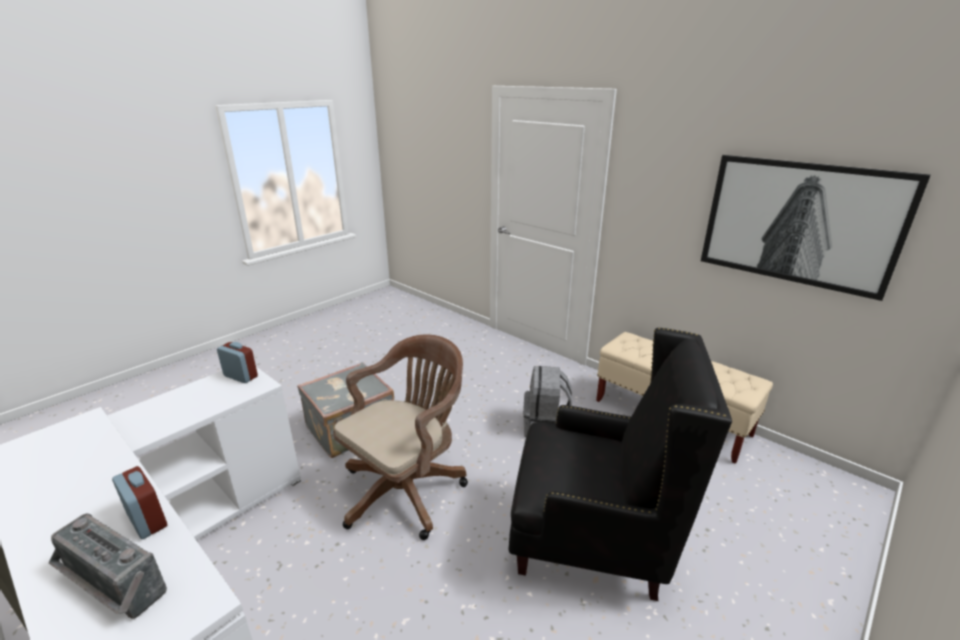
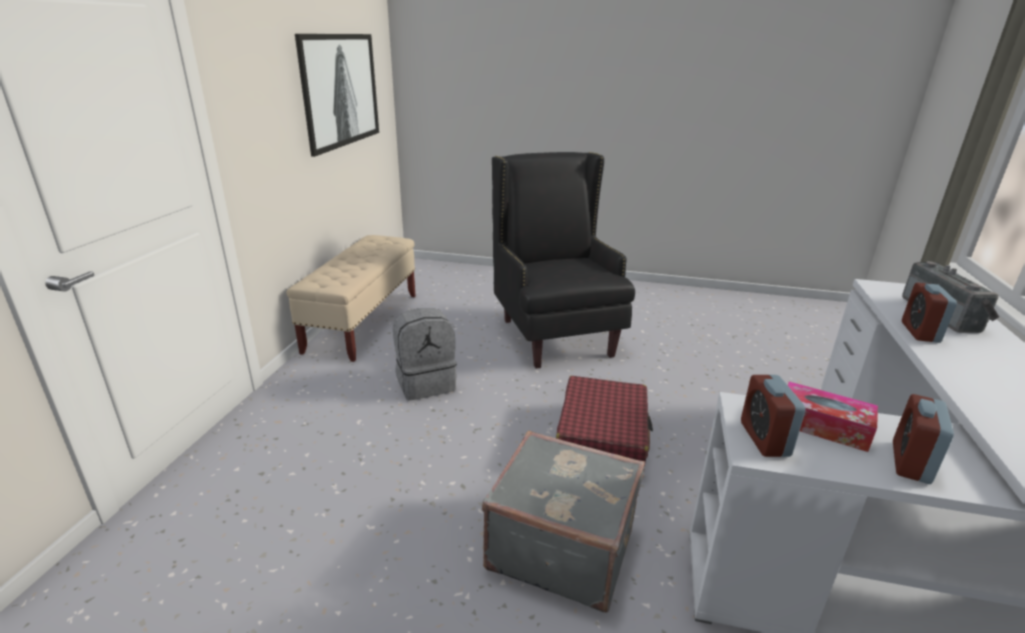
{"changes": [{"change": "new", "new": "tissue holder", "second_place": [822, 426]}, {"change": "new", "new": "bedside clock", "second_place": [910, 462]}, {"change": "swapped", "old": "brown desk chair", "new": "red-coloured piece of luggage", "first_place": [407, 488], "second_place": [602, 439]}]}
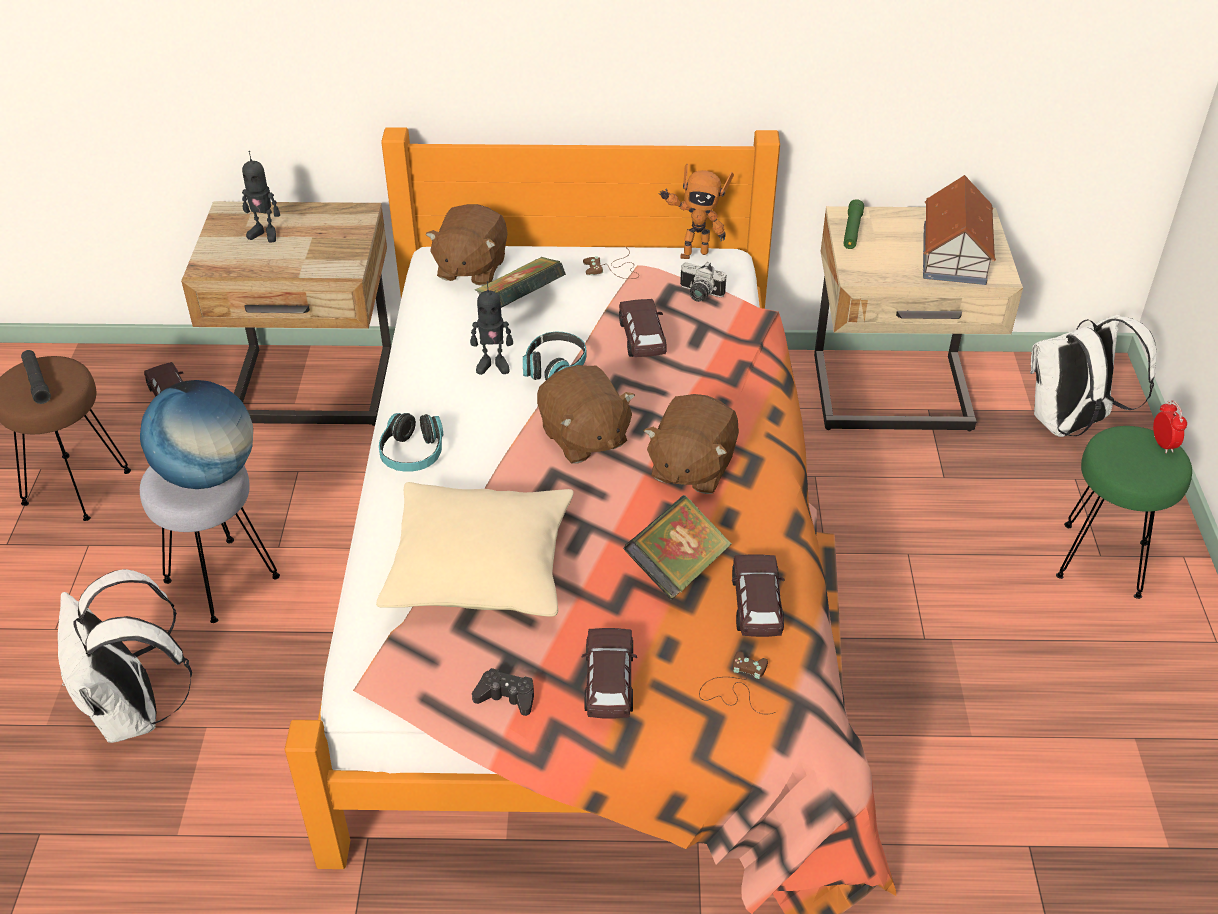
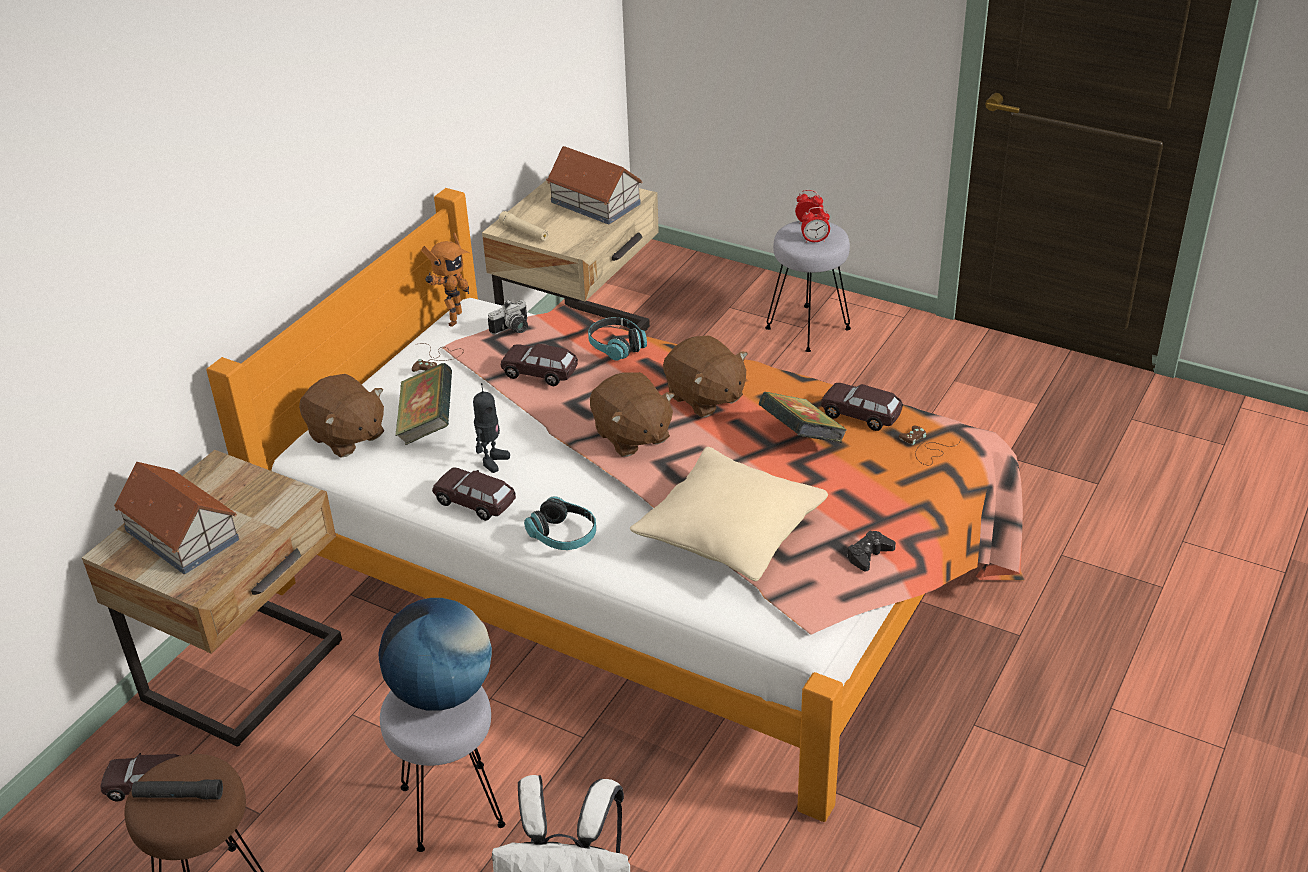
{"changes": [{"change": "gone", "old": "white knapsack", "first_place": [1069, 425]}, {"change": "new", "new": "bedside clock", "second_place": [815, 240]}, {"change": "shifted", "old": "pair of headphones", "first_place": [555, 367], "second_place": [616, 346]}, {"change": "shifted", "old": "brown model car", "first_place": [609, 683], "second_place": [475, 503]}, {"change": "swapped", "old": "toy robot", "new": "toy house", "first_place": [265, 234], "second_place": [182, 534]}, {"change": "repainted", "old": "greenish flashlight", "new": "beige flashlight", "first_place": [852, 231], "second_place": [524, 232]}, {"change": "repainted", "old": "greenish sitting stool", "new": "grey sitting stool", "first_place": [1103, 560], "second_place": [808, 328]}, {"change": "rotated", "old": "brown soft toy", "first_place": [583, 438], "second_place": [631, 436], "degrees": 60}]}
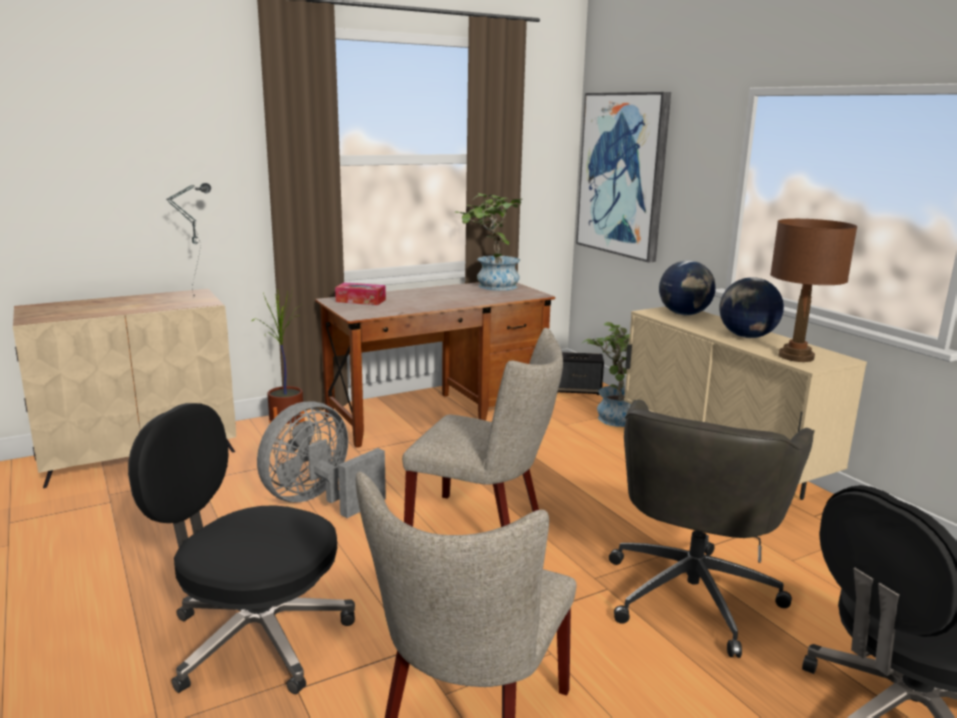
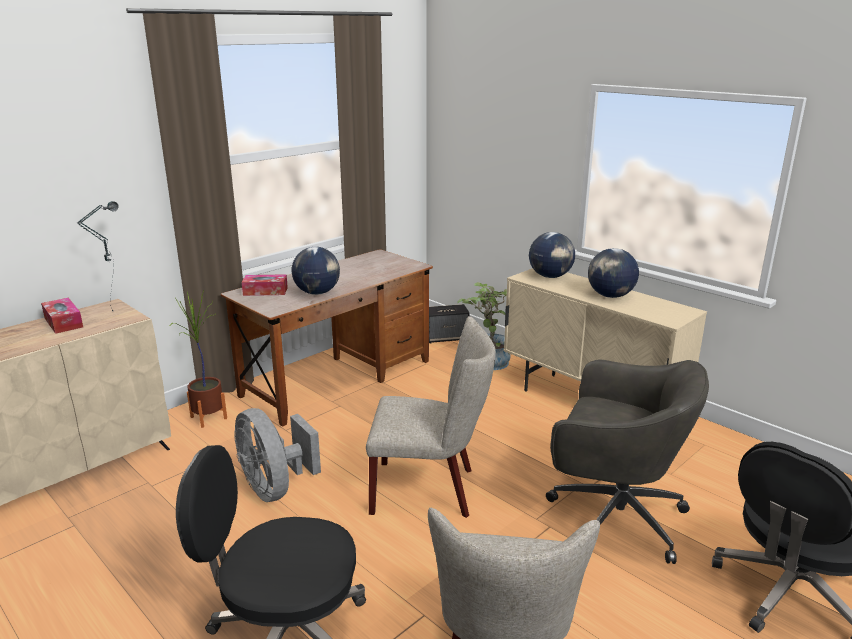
{"changes": [{"change": "gone", "old": "houseplant", "first_place": [491, 286]}, {"change": "gone", "old": "wall art", "first_place": [623, 174]}, {"change": "gone", "old": "brown table lamp", "first_place": [795, 356]}, {"change": "new", "new": "tissue holder", "second_place": [63, 322]}, {"change": "new", "new": "desk globe", "second_place": [317, 293]}, {"change": "rotated", "old": "grey cooling fan", "first_place": [318, 500], "second_place": [275, 487], "degrees": -60}, {"change": "rotated", "old": "grey desk chair", "first_place": [692, 592], "second_place": [613, 517], "degrees": -75}]}
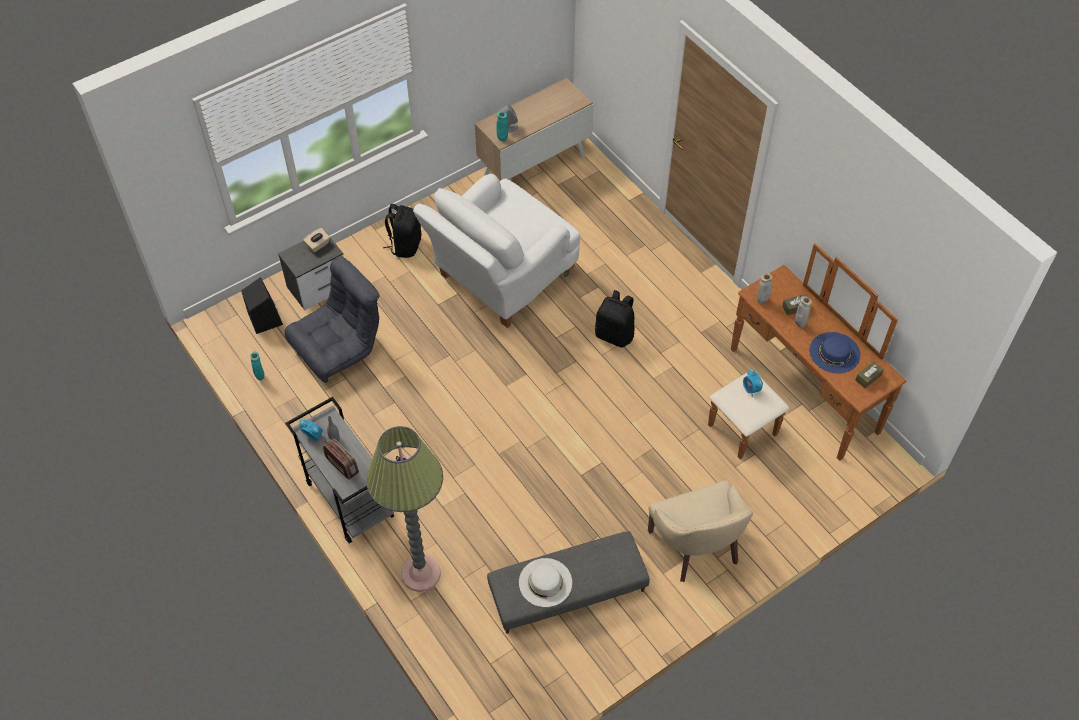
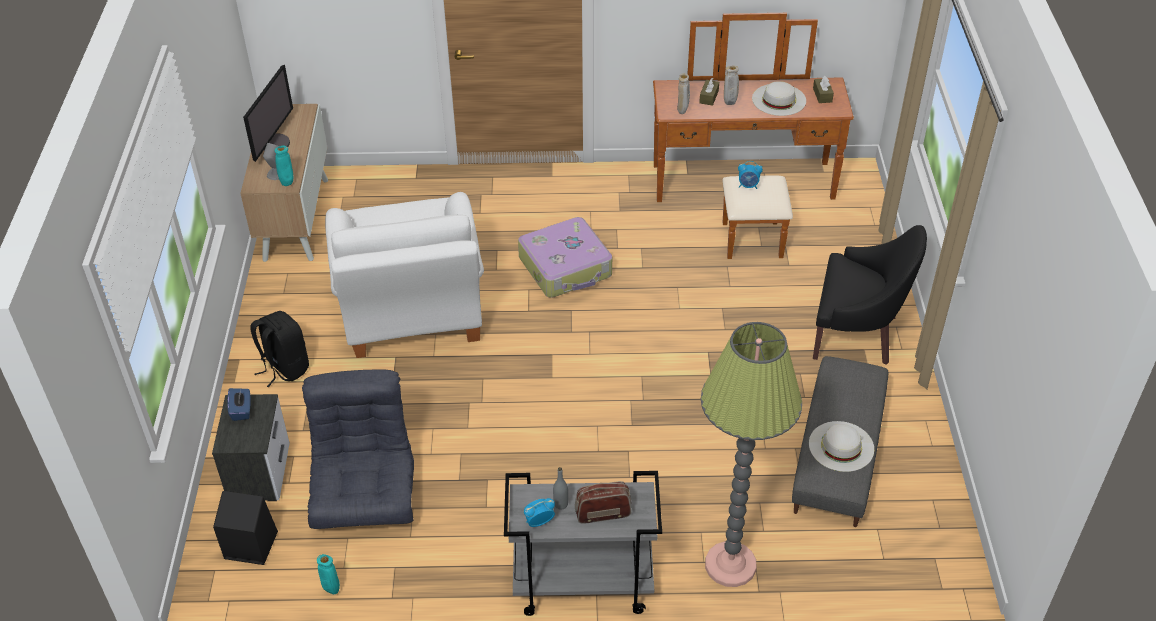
{"changes": [{"change": "new", "new": "computer display", "second_place": [274, 143]}, {"change": "swapped", "old": "black knapsack", "new": "piece of luggage", "first_place": [615, 334], "second_place": [566, 267]}, {"change": "repainted", "old": "beige tissue holder", "new": "blue tissue holder", "first_place": [318, 245], "second_place": [241, 410]}, {"change": "repainted", "old": "beige easy chair", "new": "black easy chair", "first_place": [697, 546], "second_place": [856, 334]}, {"change": "repainted", "old": "blue hat", "new": "white hat", "first_place": [834, 352], "second_place": [779, 99]}]}
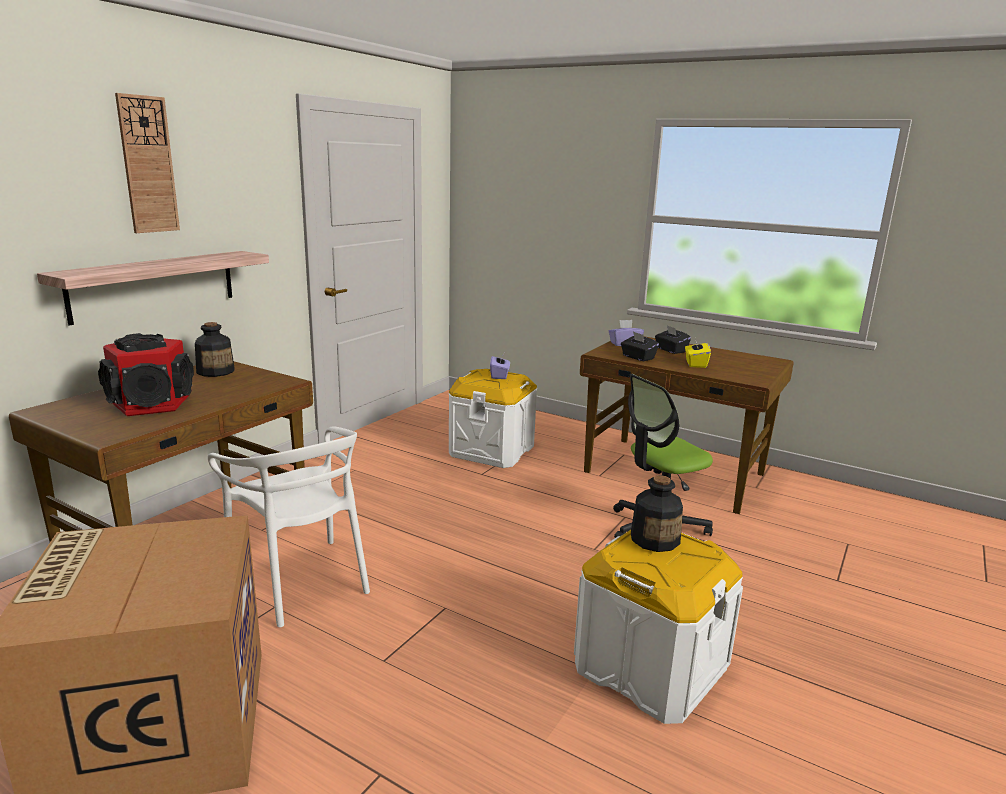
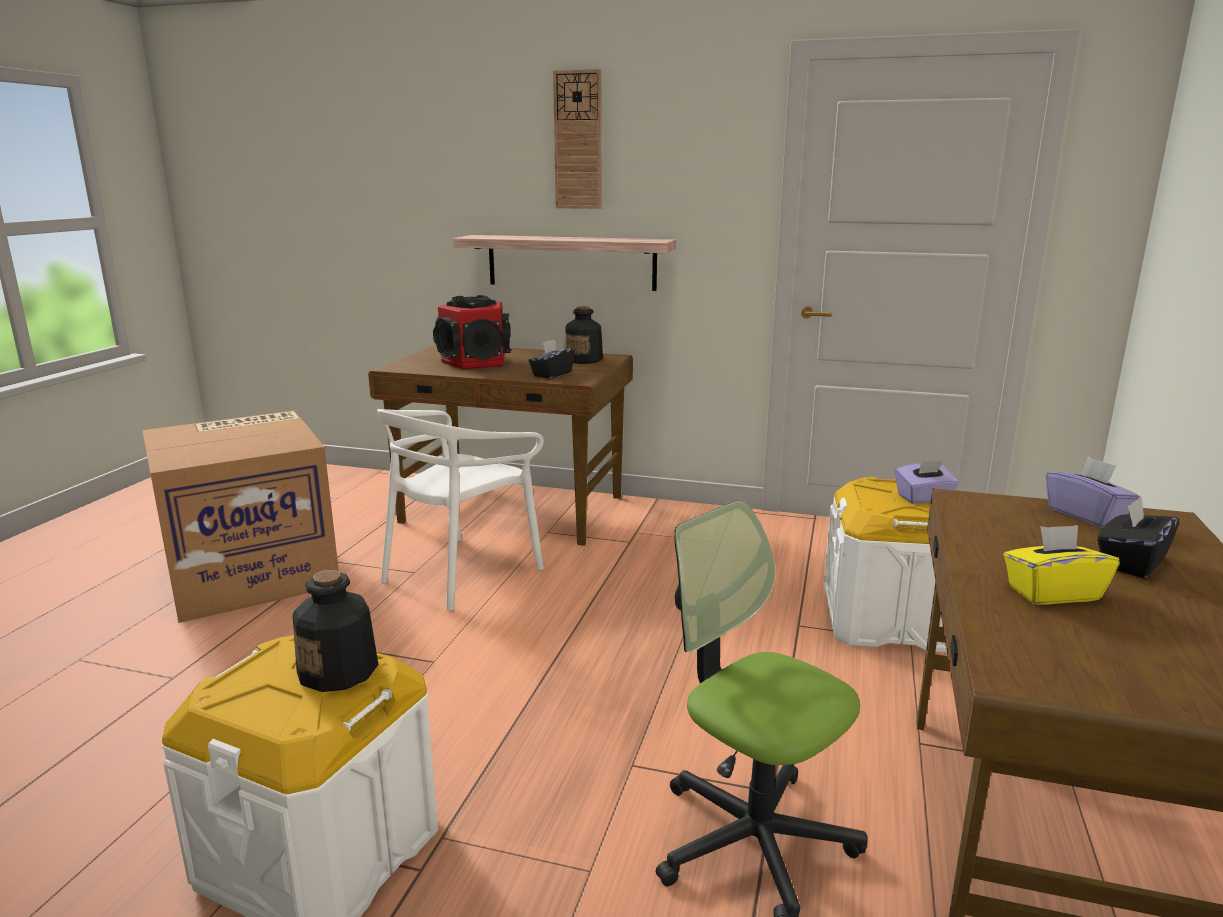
{"changes": [{"change": "shifted", "old": "black tissue holder", "first_place": [638, 357], "second_place": [552, 374]}]}
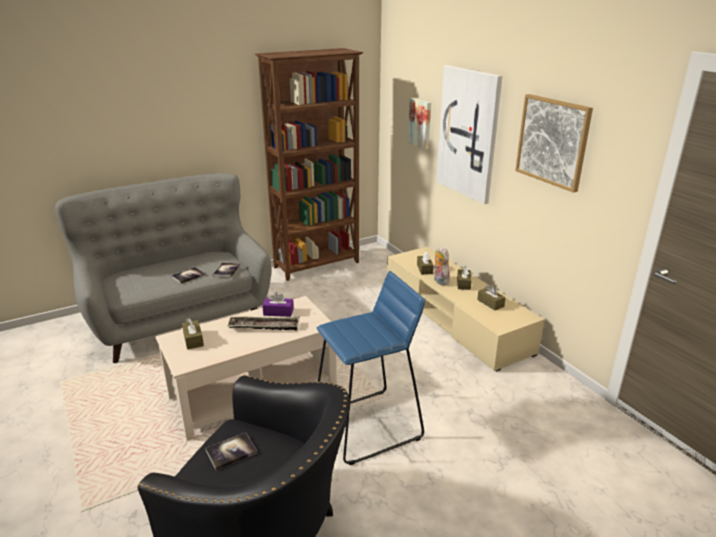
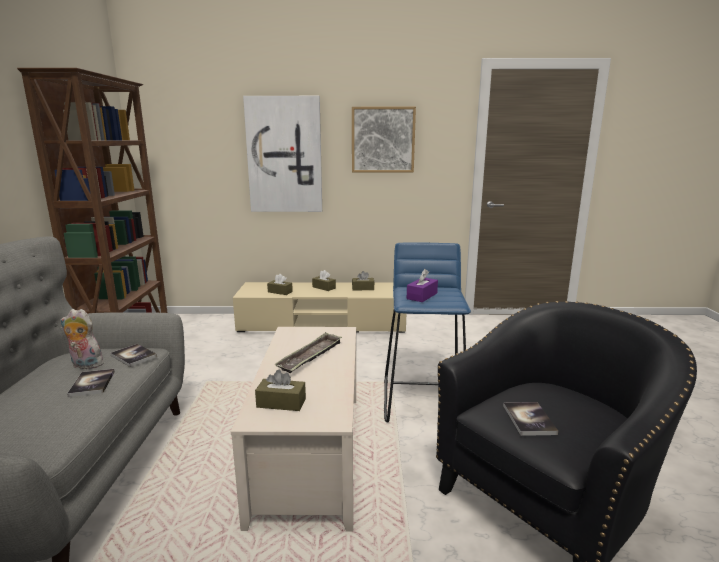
{"changes": [{"change": "gone", "old": "wall art", "first_place": [421, 123]}, {"change": "shifted", "old": "purple tissue holder", "first_place": [278, 312], "second_place": [422, 296]}, {"change": "shifted", "old": "soft toy", "first_place": [439, 281], "second_place": [85, 365]}]}
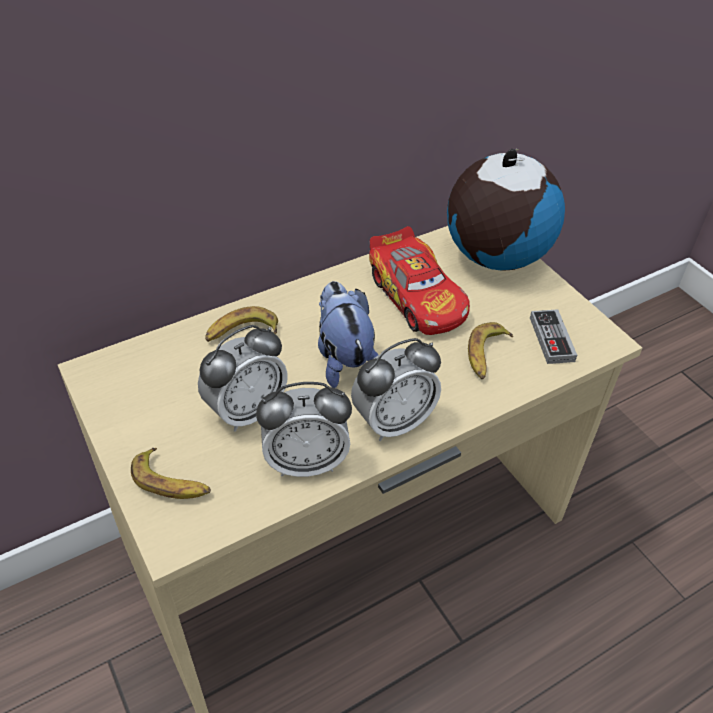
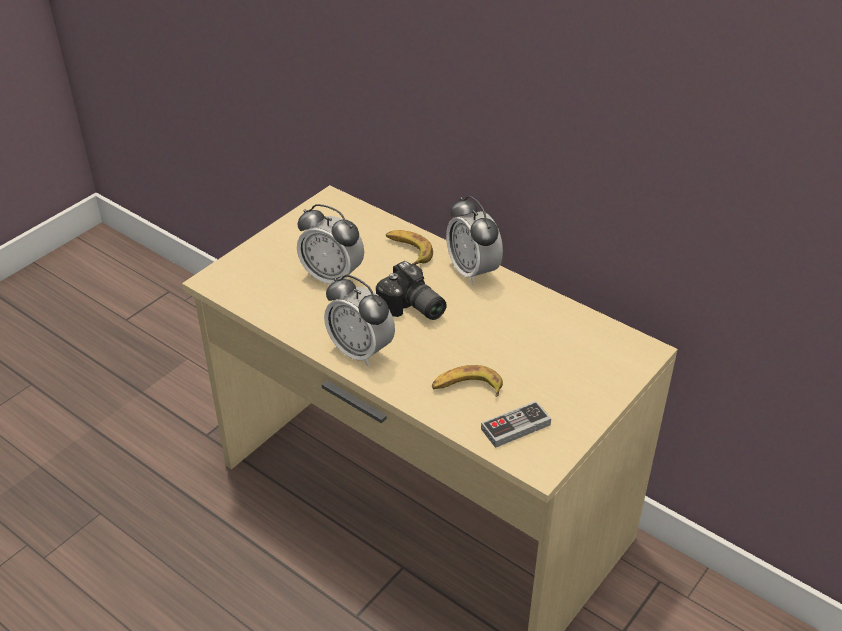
{"changes": [{"change": "gone", "old": "whole banana", "first_place": [171, 482]}, {"change": "gone", "old": "model car", "first_place": [417, 296]}, {"change": "gone", "old": "desk globe", "first_place": [494, 257]}, {"change": "shifted", "old": "bedside clock", "first_place": [306, 462], "second_place": [473, 271]}, {"change": "swapped", "old": "soft toy", "new": "still camera", "first_place": [344, 359], "second_place": [412, 309]}]}
